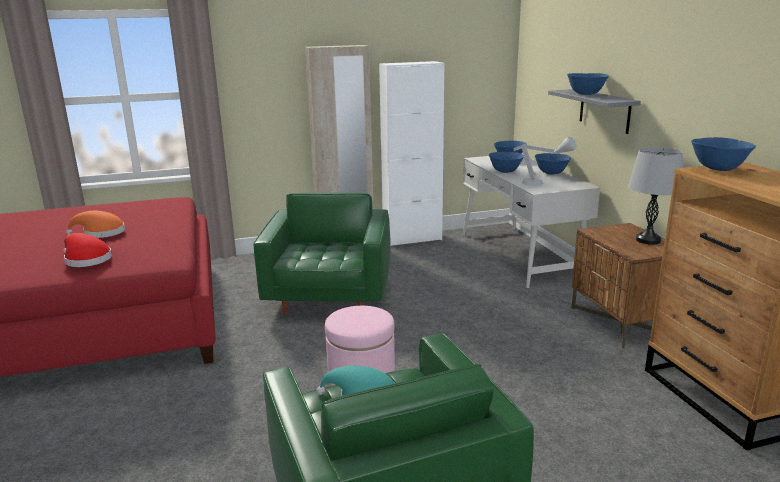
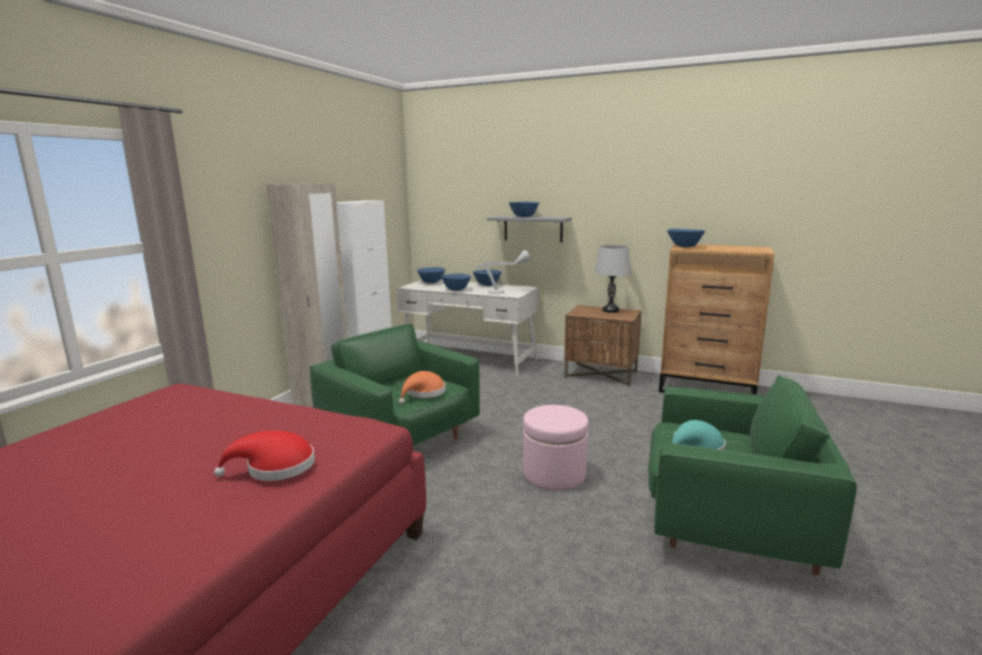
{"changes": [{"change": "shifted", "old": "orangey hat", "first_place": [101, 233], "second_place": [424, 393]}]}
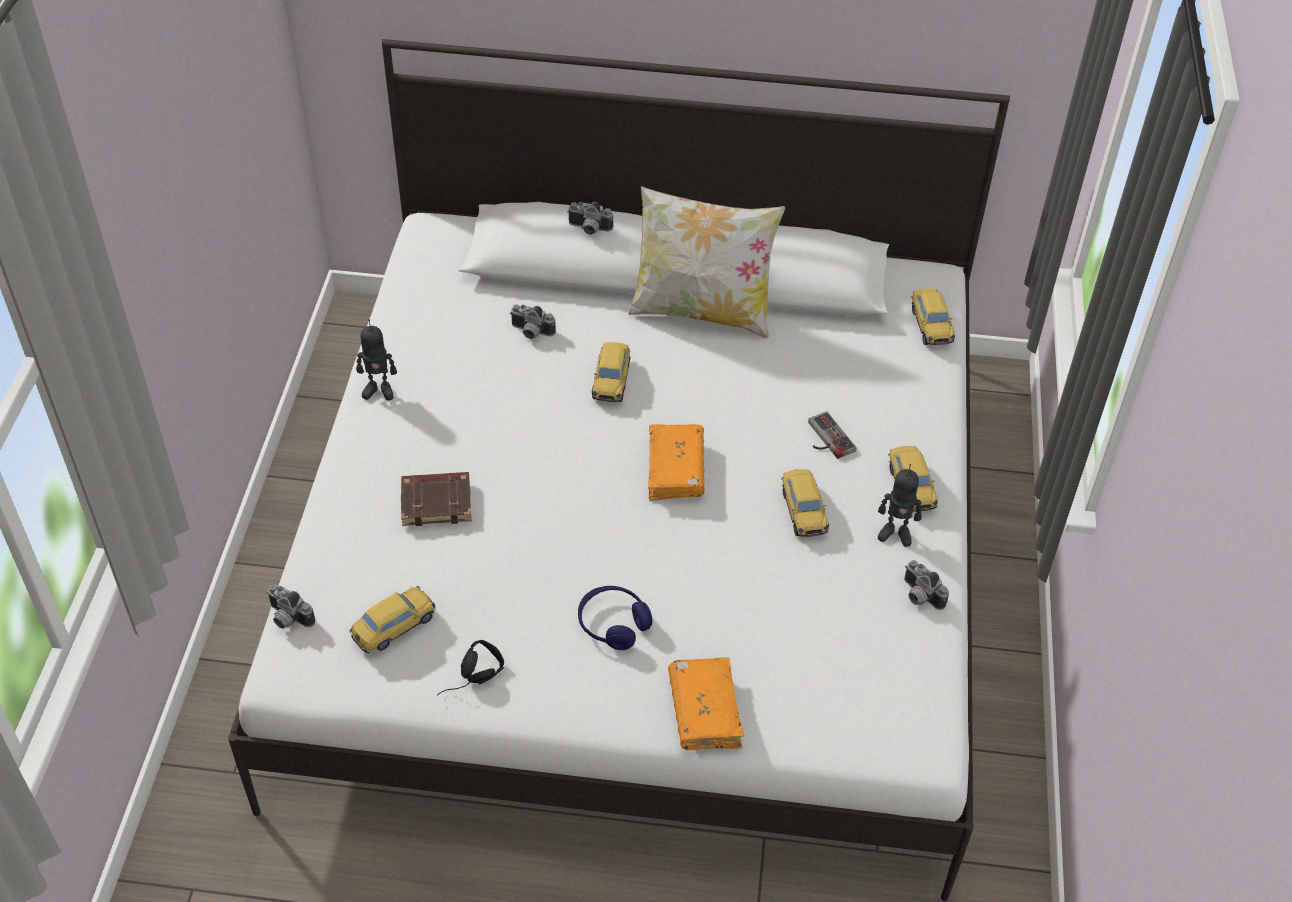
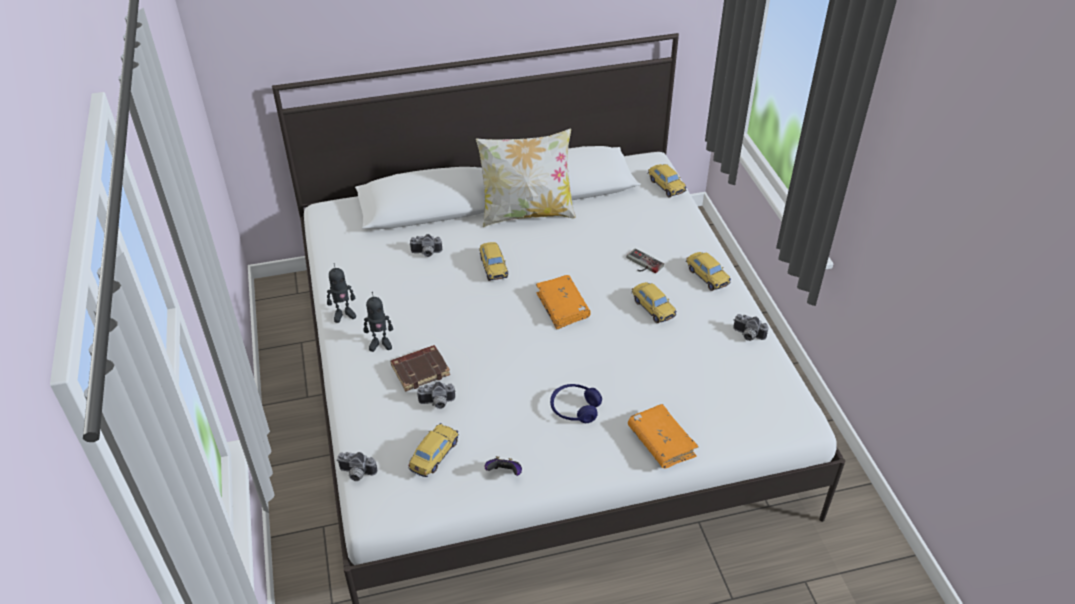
{"changes": [{"change": "shifted", "old": "still camera", "first_place": [589, 229], "second_place": [437, 403]}, {"change": "shifted", "old": "toy robot", "first_place": [895, 533], "second_place": [380, 344]}, {"change": "swapped", "old": "black pair of headphones", "new": "gamepad", "first_place": [473, 682], "second_place": [504, 473]}]}
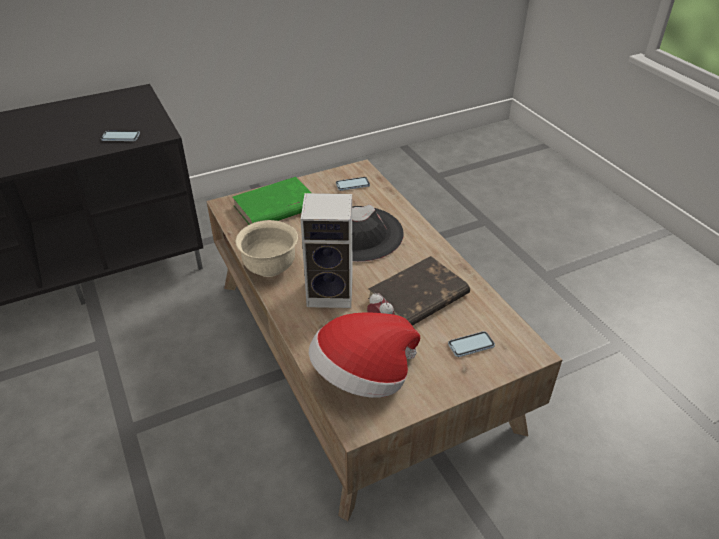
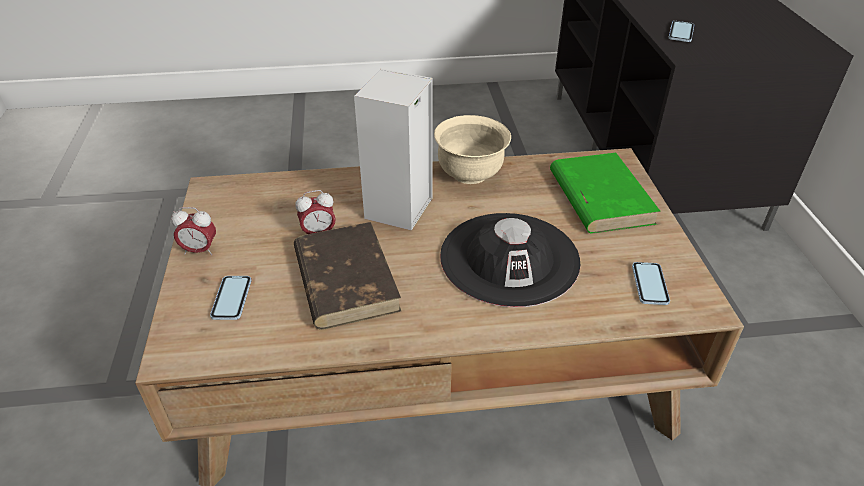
{"changes": [{"change": "gone", "old": "hat", "first_place": [363, 377]}, {"change": "new", "new": "bedside clock", "second_place": [200, 250]}]}
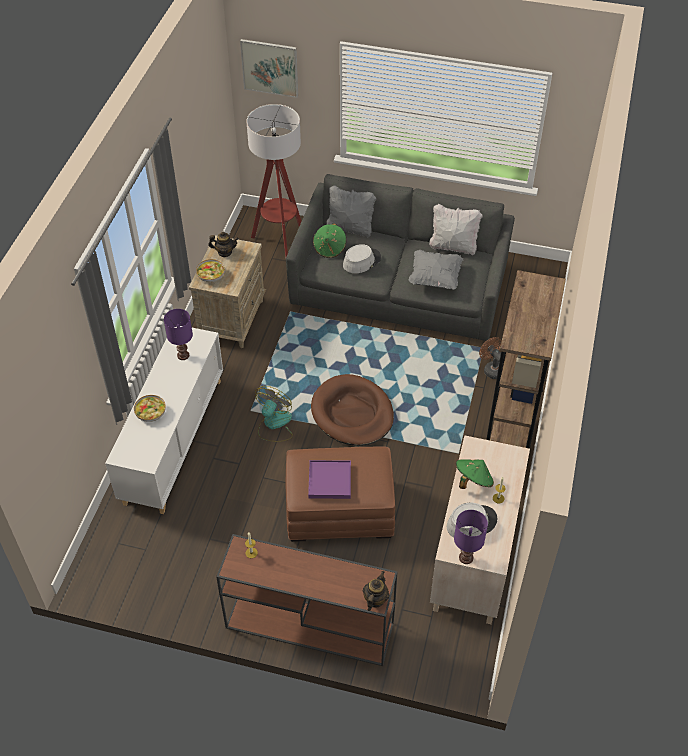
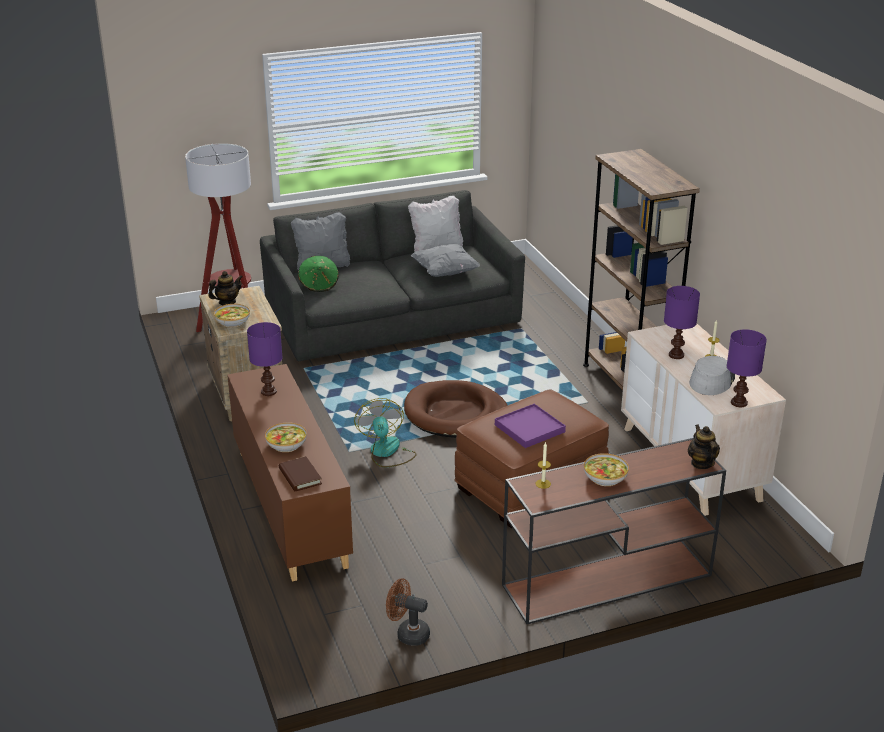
{"changes": [{"change": "gone", "old": "wall art", "first_place": [270, 67]}, {"change": "gone", "old": "grey hat", "first_place": [361, 261]}, {"change": "new", "new": "brown book", "second_place": [300, 476]}, {"change": "new", "new": "serving bowl", "second_place": [604, 477]}, {"change": "shifted", "old": "brown cooling fan", "first_place": [491, 369], "second_place": [408, 633]}, {"change": "swapped", "old": "greenish hat", "new": "purple table lamp", "first_place": [473, 481], "second_place": [675, 355]}, {"change": "repainted", "old": "white cabinet", "new": "brown cabinet", "first_place": [174, 440], "second_place": [290, 506]}]}
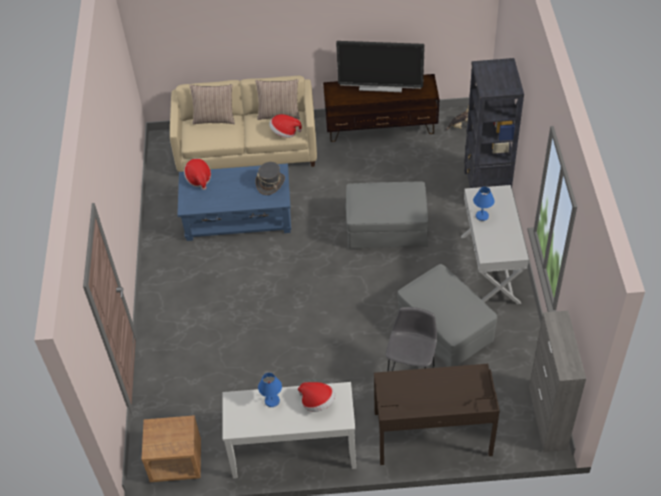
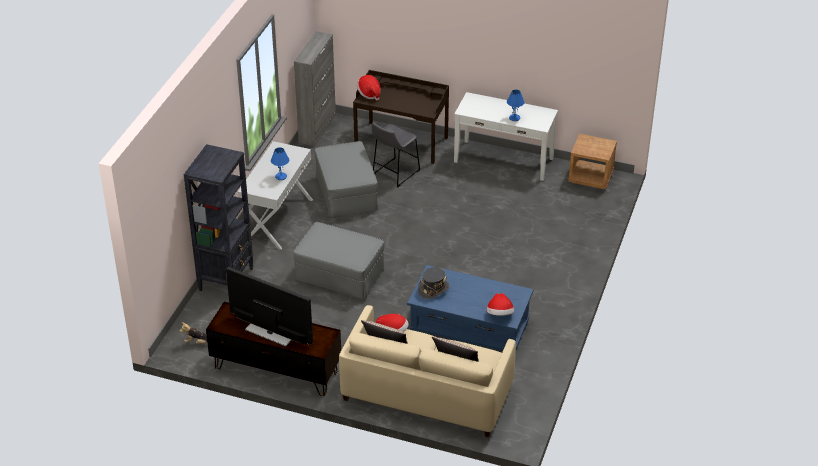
{"changes": [{"change": "shifted", "old": "hat", "first_place": [317, 402], "second_place": [369, 93]}]}
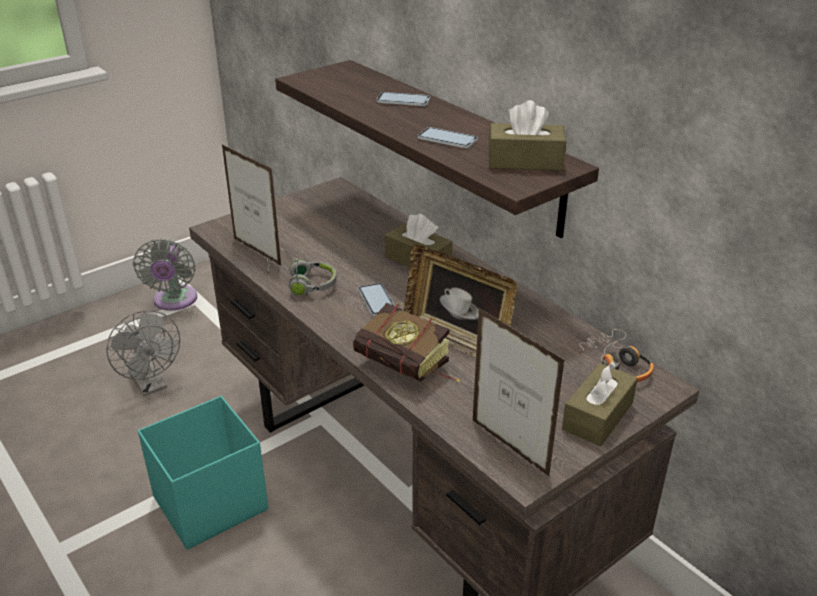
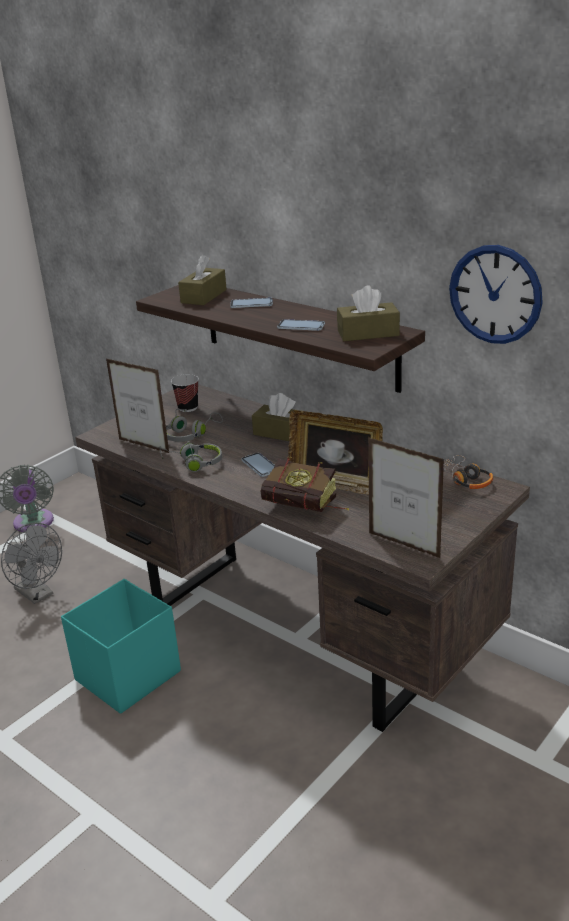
{"changes": [{"change": "new", "new": "grey pair of headphones", "second_place": [190, 434]}, {"change": "new", "new": "cup", "second_place": [188, 408]}, {"change": "new", "new": "clock on the wall", "second_place": [495, 294]}, {"change": "shifted", "old": "brown tissue holder", "first_place": [597, 416], "second_place": [204, 296]}]}
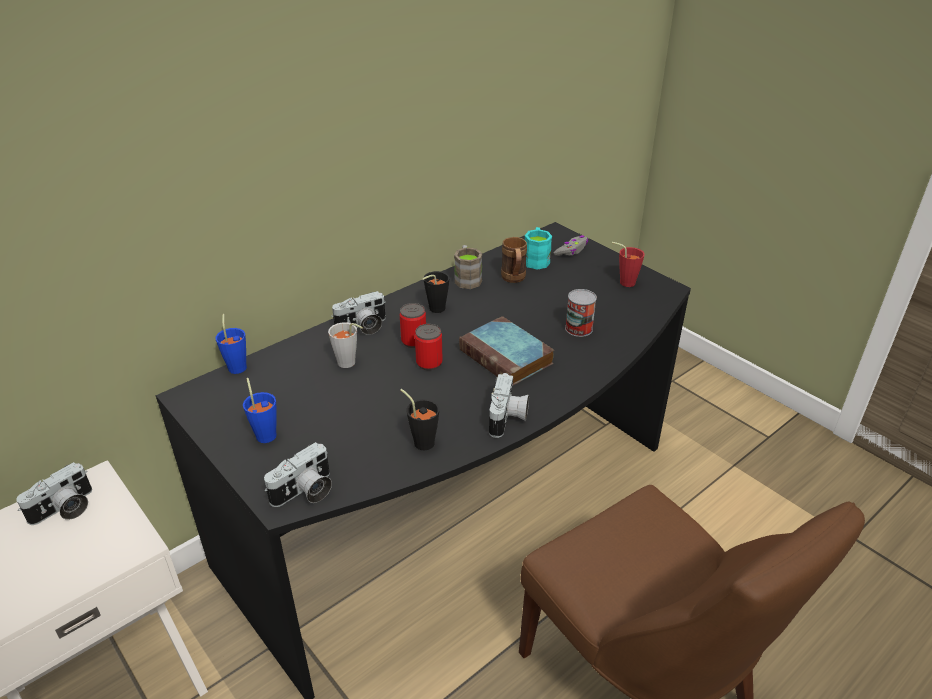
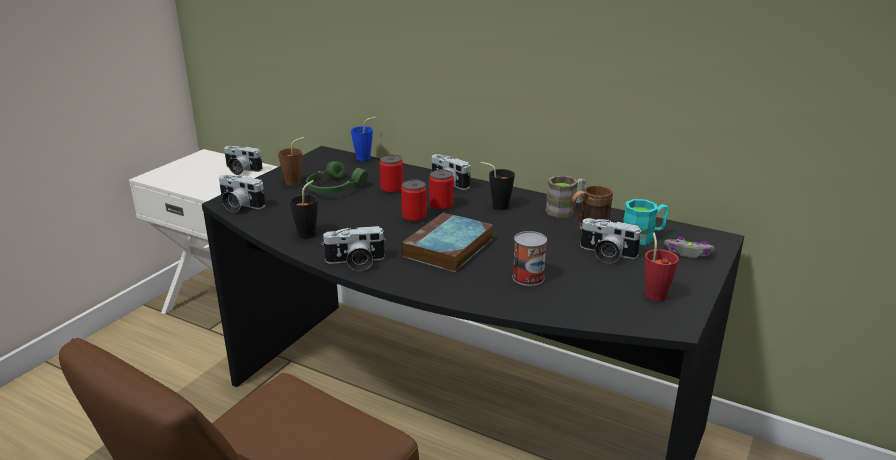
{"changes": [{"change": "new", "new": "greenish pair of headphones", "second_place": [334, 188]}, {"change": "new", "new": "still camera", "second_place": [606, 255]}, {"change": "swapped", "old": "grey cup", "new": "can", "first_place": [349, 364], "second_place": [392, 190]}, {"change": "repainted", "old": "blue cup", "new": "brown cup", "first_place": [265, 433], "second_place": [296, 182]}]}
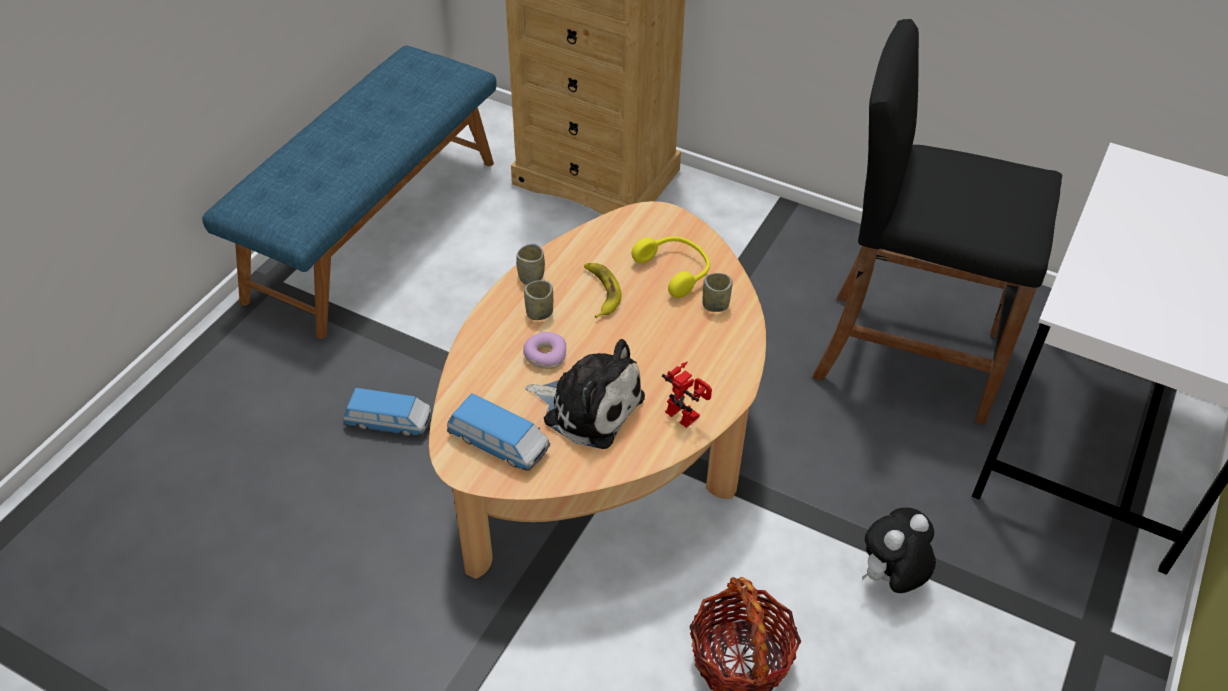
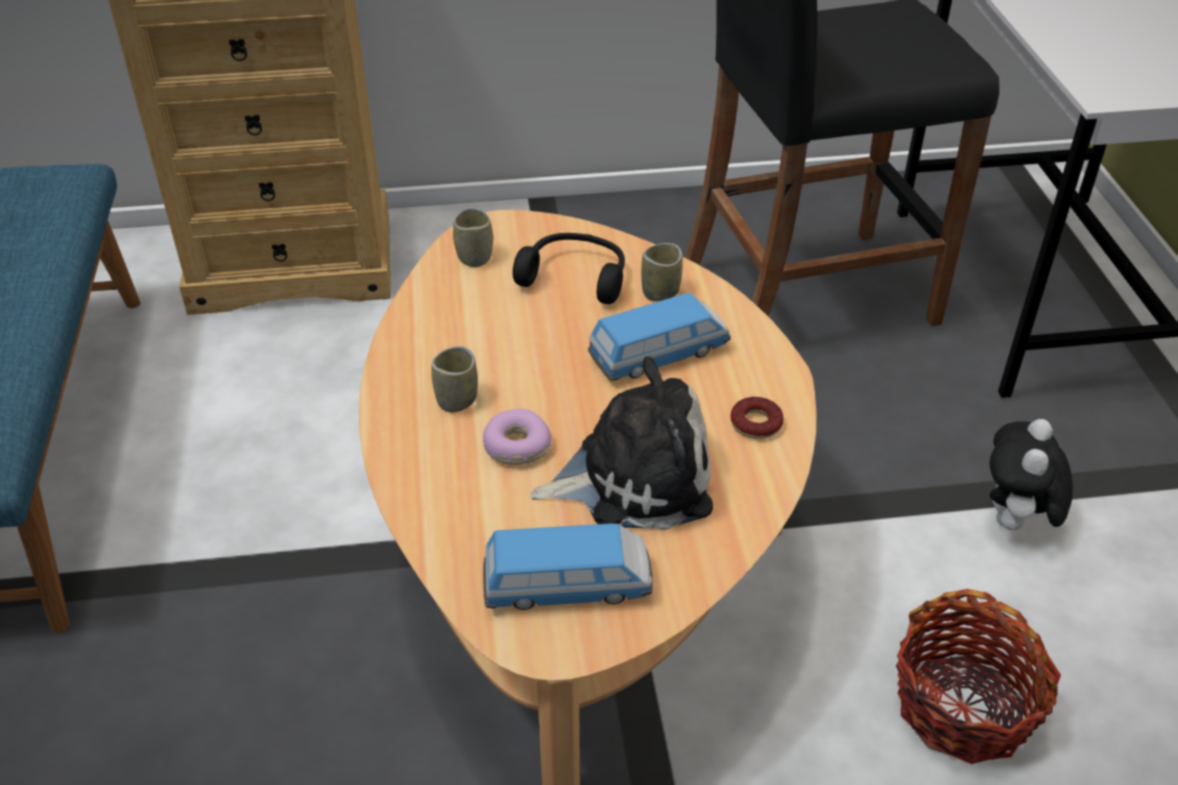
{"changes": [{"change": "gone", "old": "whole banana", "first_place": [600, 292]}, {"change": "shifted", "old": "model car", "first_place": [389, 422], "second_place": [659, 354]}, {"change": "shifted", "old": "cup", "first_place": [531, 277], "second_place": [474, 257]}, {"change": "swapped", "old": "toy robot", "new": "doughnut", "first_place": [687, 413], "second_place": [756, 423]}, {"change": "repainted", "old": "yellow-coloured pair of headphones", "new": "black pair of headphones", "first_place": [675, 270], "second_place": [575, 277]}]}
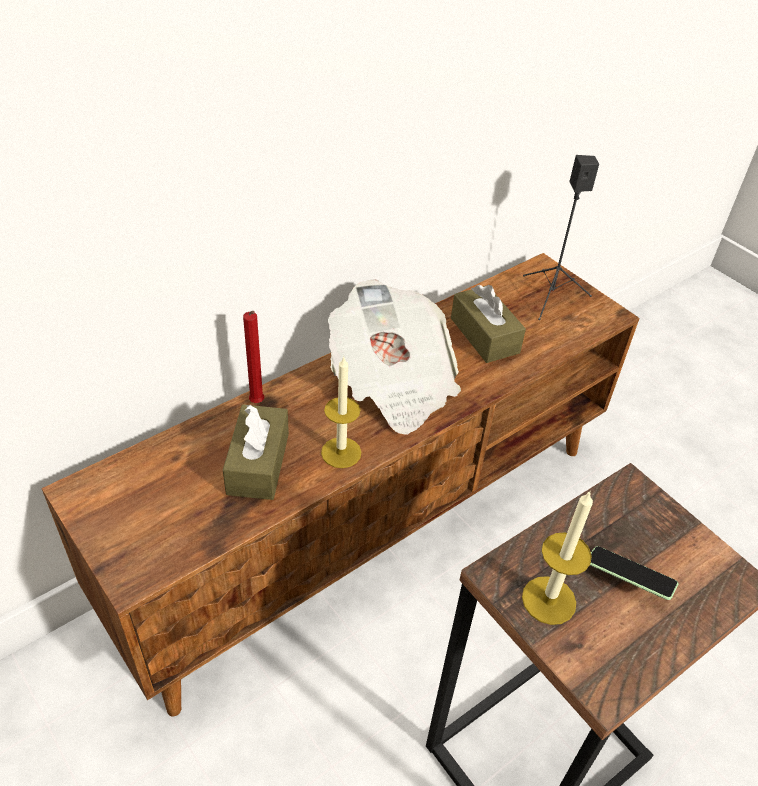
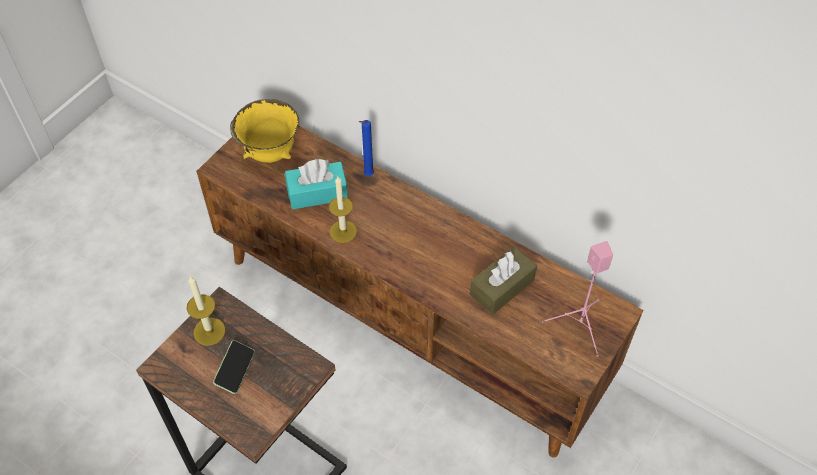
{"changes": [{"change": "gone", "old": "printed paper", "first_place": [392, 383]}, {"change": "new", "new": "yellow-coloured serving bowl", "second_place": [270, 153]}, {"change": "repainted", "old": "brown tissue holder", "new": "turquoise tissue holder", "first_place": [258, 463], "second_place": [317, 193]}, {"change": "repainted", "old": "red-coloured wax candle", "new": "blue wax candle", "first_place": [257, 404], "second_place": [367, 175]}, {"change": "repainted", "old": "black loudspeaker", "new": "pink-coloured loudspeaker", "first_place": [551, 297], "second_place": [578, 325]}]}
